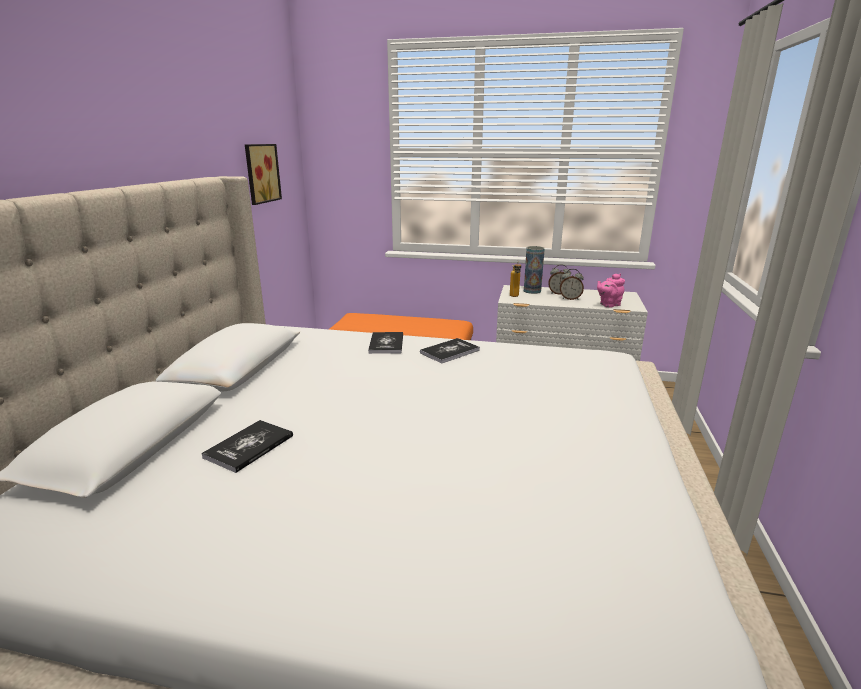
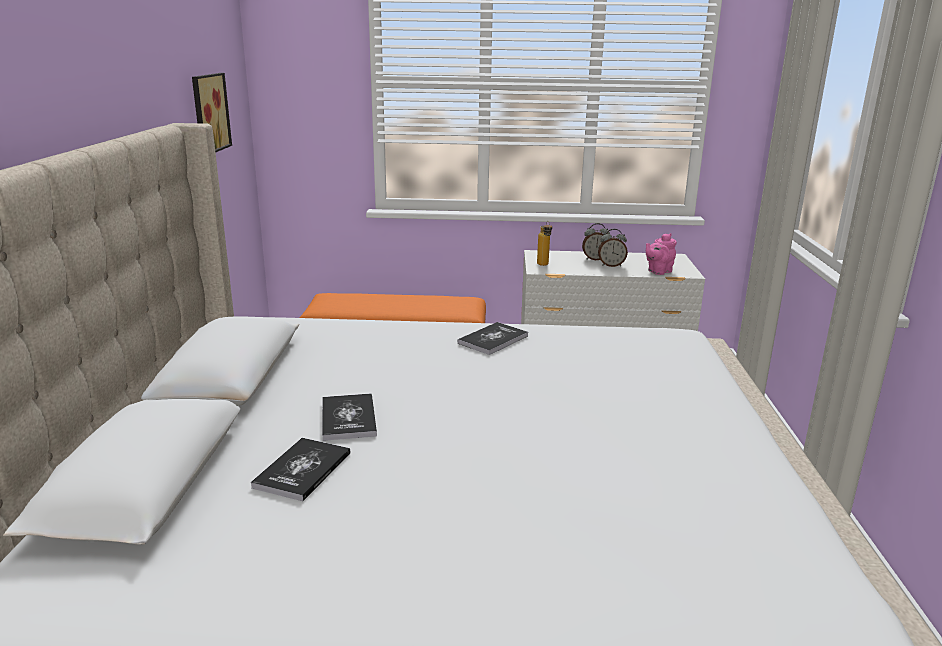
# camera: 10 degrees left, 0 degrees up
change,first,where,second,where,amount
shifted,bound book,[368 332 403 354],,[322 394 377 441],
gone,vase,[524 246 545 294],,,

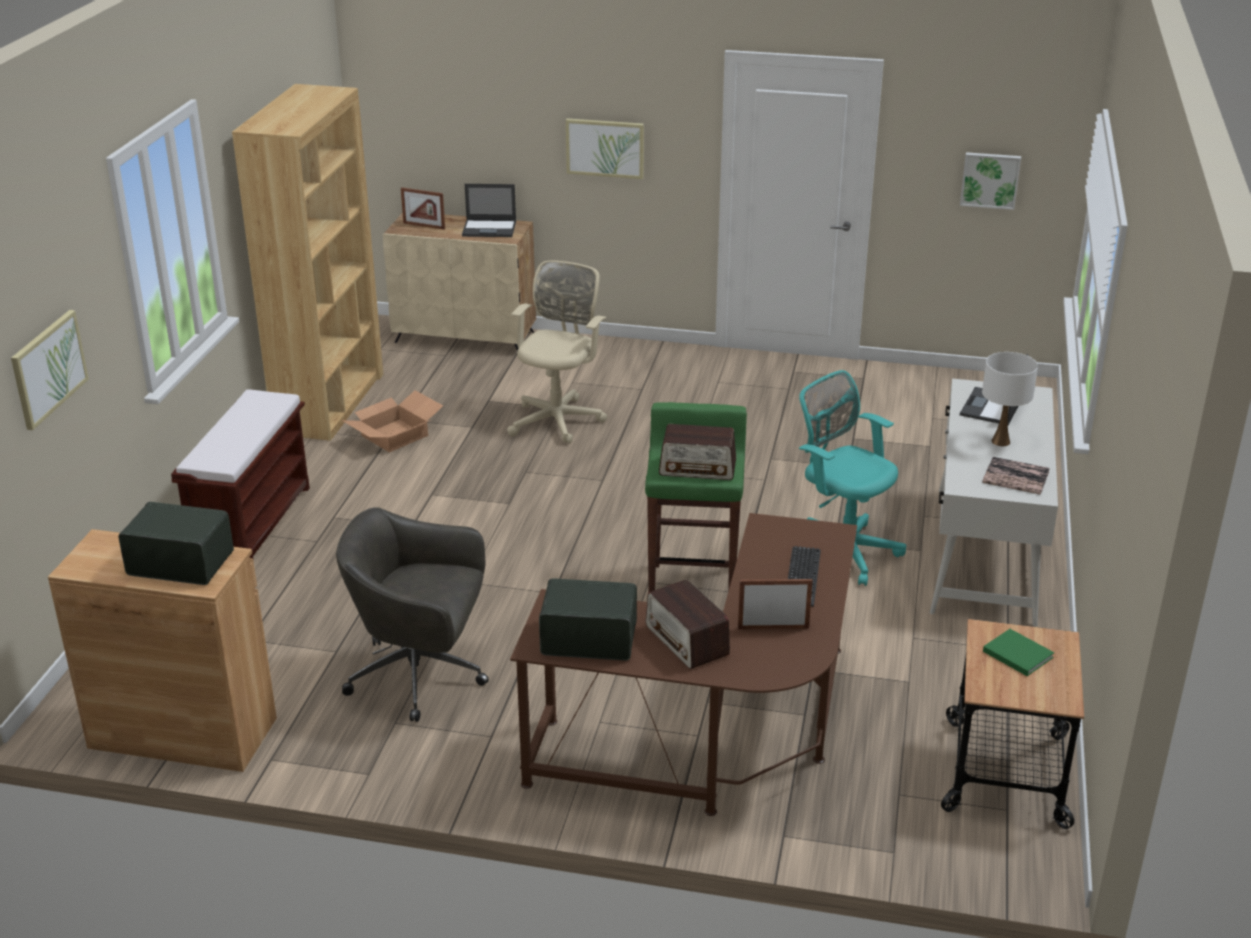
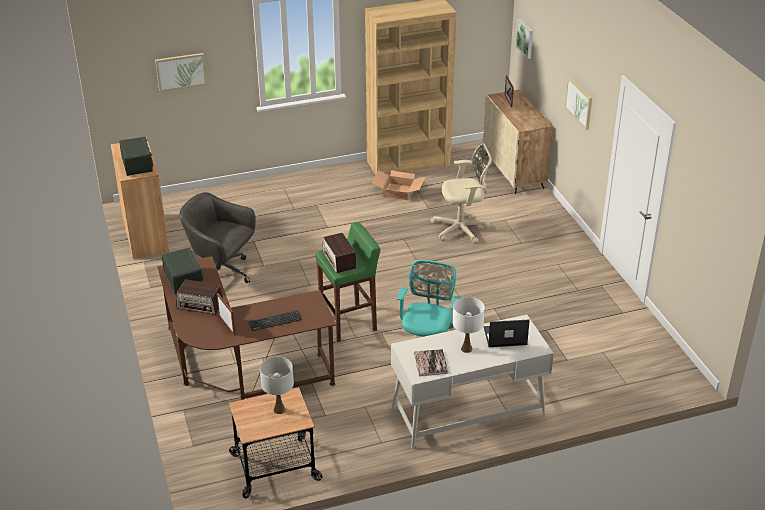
# camera: 60 degrees right, 5 degrees up
change,first,where,second,where,amount
gone,long seat (brown-coloured),[171 389 310 560],,,
rotated,computer chair (greyish),[336 507 489 722],,[179 192 256 283],45 degrees counterclockwise
gone,notebook computer,[462 184 516 237],,,
rotated,radio set,[646 579 730 669],,[176 279 223 315],105 degrees counterclockwise
shifted,picture,[960 152 1021 210],,[516 19 533 59],
swapped,bound book (green-coloured),[983 629 1054 676],tabletop lamp (white),[260 357 294 414],

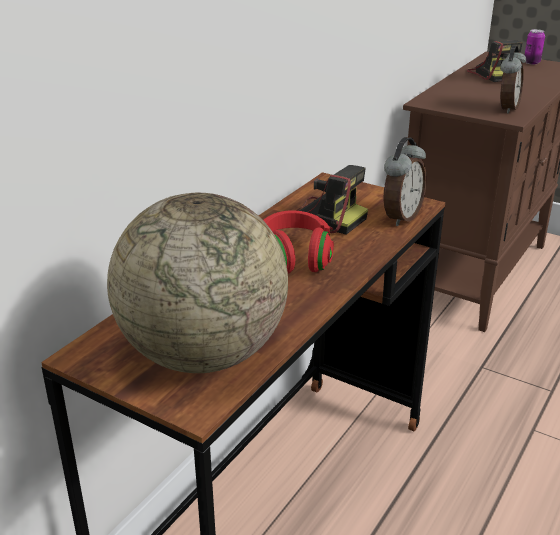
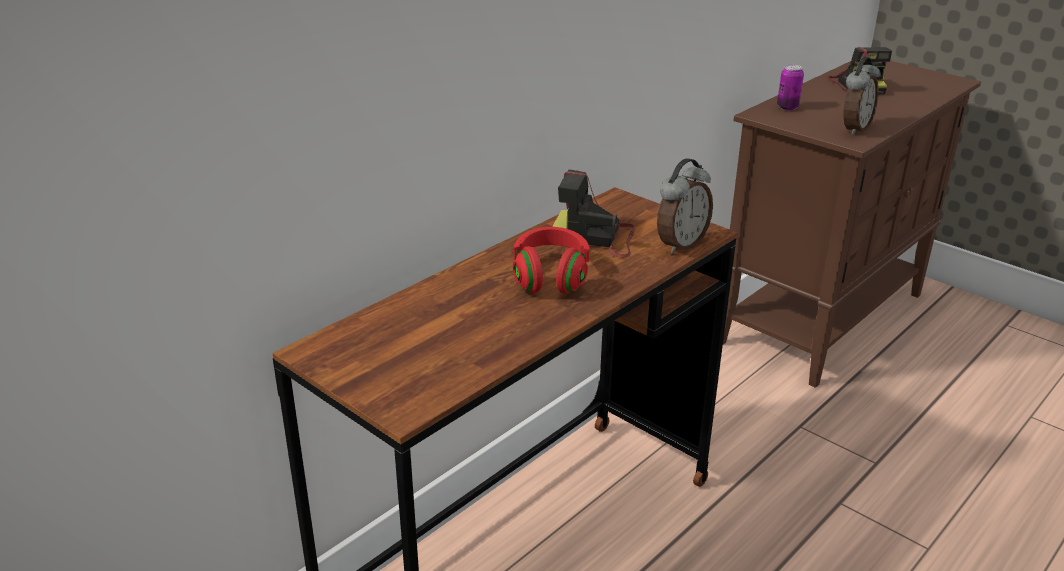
# camera: 10 degrees right, 0 degrees up
change,first,where,second,where,amount
gone,globe,[107 192 288 373],,,
rotated,photo camera,[295 165 368 235],,[552 169 635 258],150 degrees clockwise
shifted,sealed can,[525 29 545 64],,[777 64 804 110],

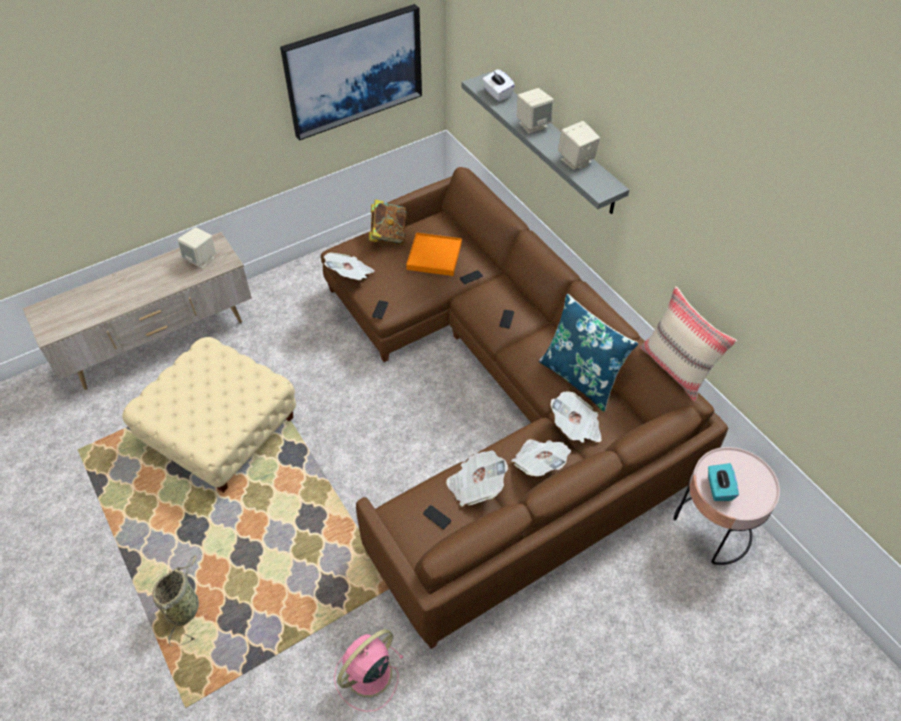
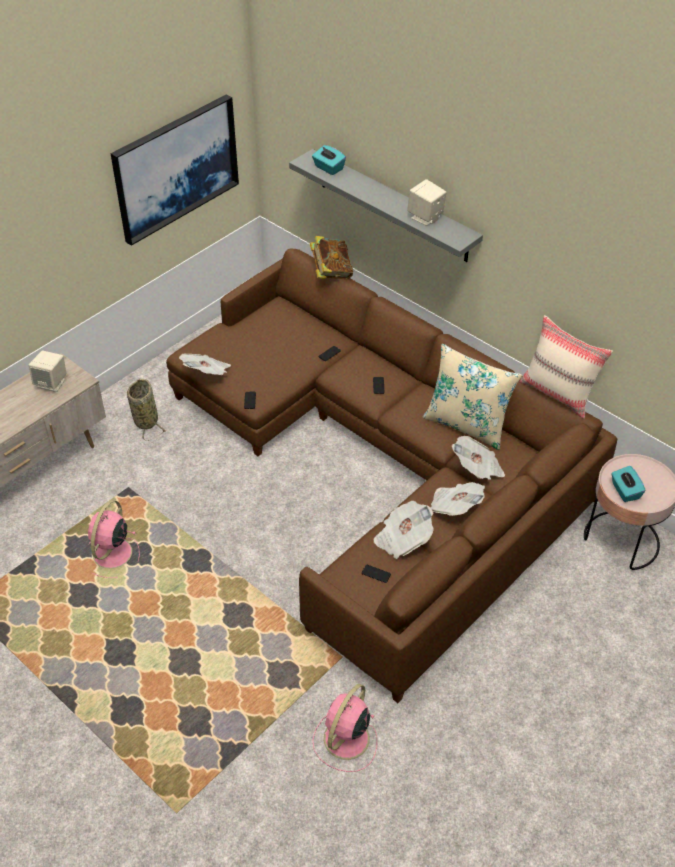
# camera: 15 degrees left, 5 degrees down
change,first,where,second,where,amount
swapped,pouffe (sand-coloured),[122 337 296 493],fan (pink-coloured),[88 500 140 578],
shifted,household basket,[152 555 199 646],,[127 379 166 441],
shifted,bound book,[369 199 407 245],,[310 236 353 279],
gone,tray (orangey),[406 233 462 276],,,
repainted,box of tissues (white),[483 69 515 101],box of tissues (turquoise-coloured),[312 145 346 175],
gone,loudspeaker (sand-coloured),[517 88 554 134],,,
repainted,pillow (bluish),[539 294 639 412],pillow (sand-coloured),[423 344 522 450],

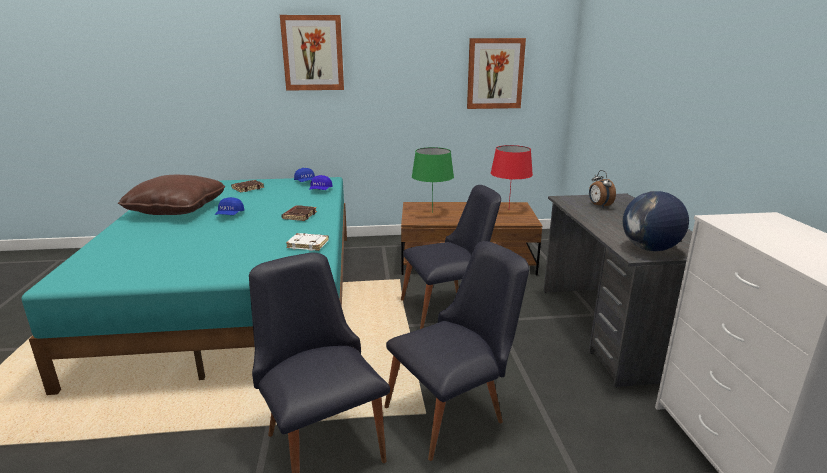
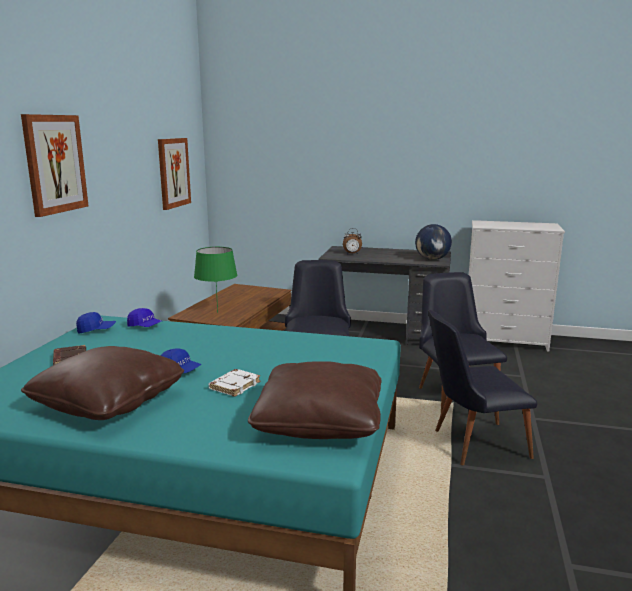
# camera: 70 degrees left, 5 degrees down
change,first,where,second,where,amount
gone,bound book (brown-coloured),[281 205 317 221],,,
shifted,bound book (white),[286 233 329 251],,[209 369 260 397],
gone,tabletop lamp (reddish),[491 145 533 206],,,
new,,,pillow (brown-coloured),[248 362 382 439],

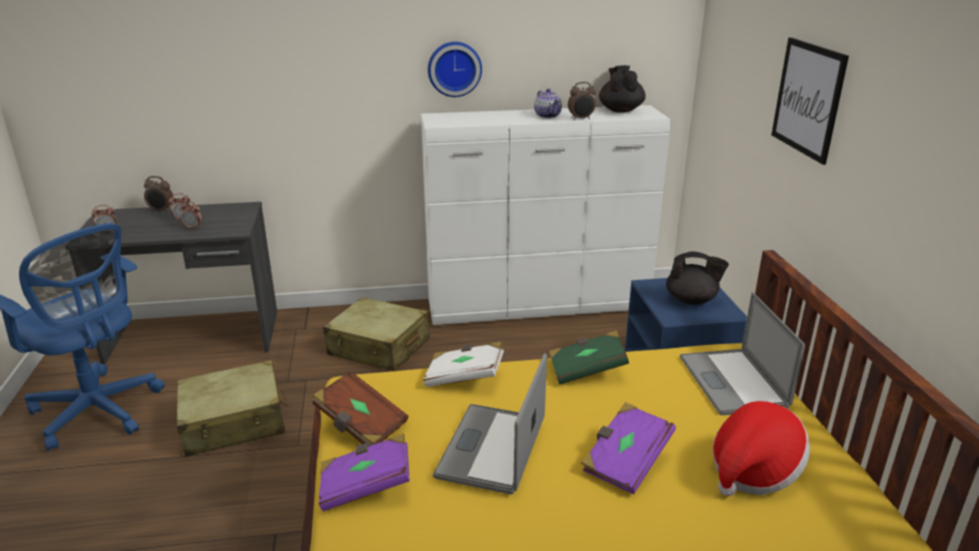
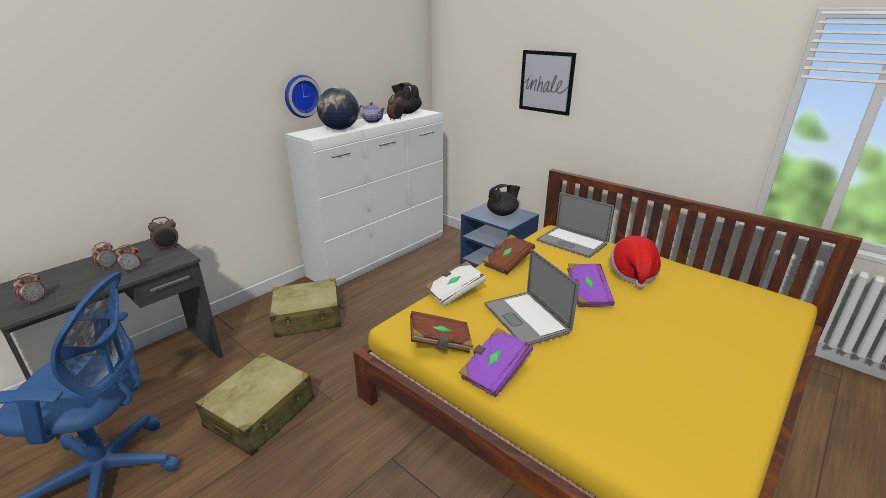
# camera: 40 degrees left, 0 degrees up
change,first,where,second,where,amount
shifted,alarm clock,[144 176 173 212],,[148 217 178 251],
repainted,bound book (green-coloured),[549 331 629 385],bound book (brown-coloured),[482 235 535 275],
new,,,globe,[317 87 359 130],

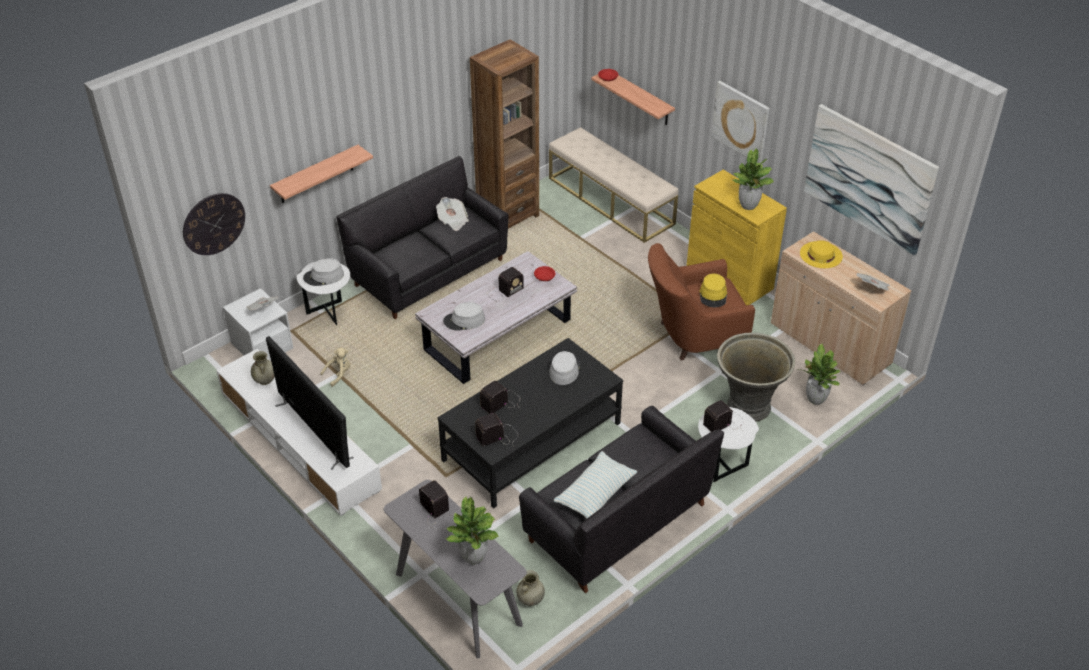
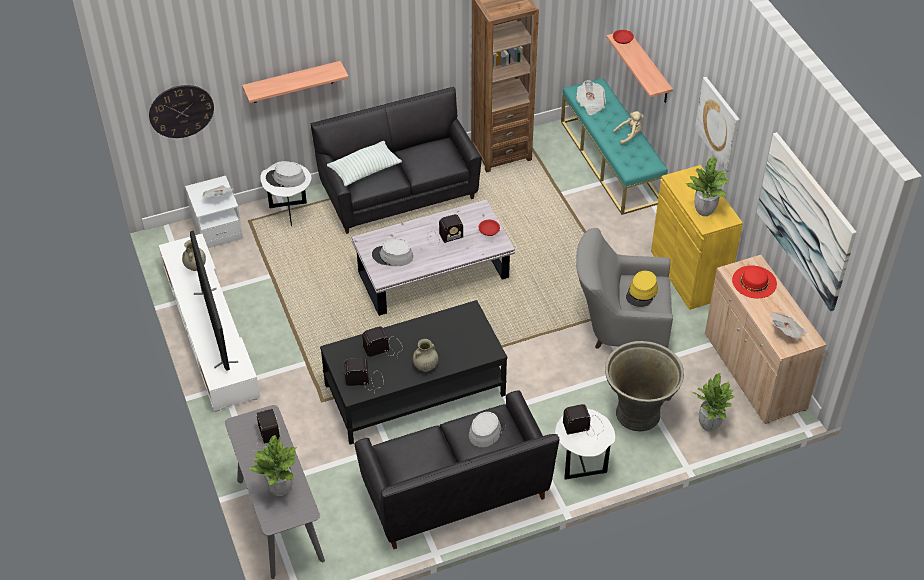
# camera: 20 degrees right, 5 degrees up
change,first,where,second,where,amount
shifted,soft toy (sand-coloured),[320 348 350 387],,[613 111 644 145],
shifted,printed paper,[436 197 469 231],,[576 80 606 115],
shifted,vase (sand-coloured),[517 570 545 606],,[413 339 438 372],
repainted,long seat (sand-coloured),[549 127 678 243],long seat (turquoise-coloured),[561 78 668 215],
shifted,clothing hat (greyish),[549 351 580 385],,[469 411 506 447],
shifted,pillow,[554 451 638 519],,[327 141 402 186],
repainted,easy chair (brown-coloured),[648 243 755 361],easy chair (greyish),[576 228 673 348],
repainted,clothing hat (yellow-coloured),[800 240 843 268],clothing hat (reddish),[732 265 777 298],

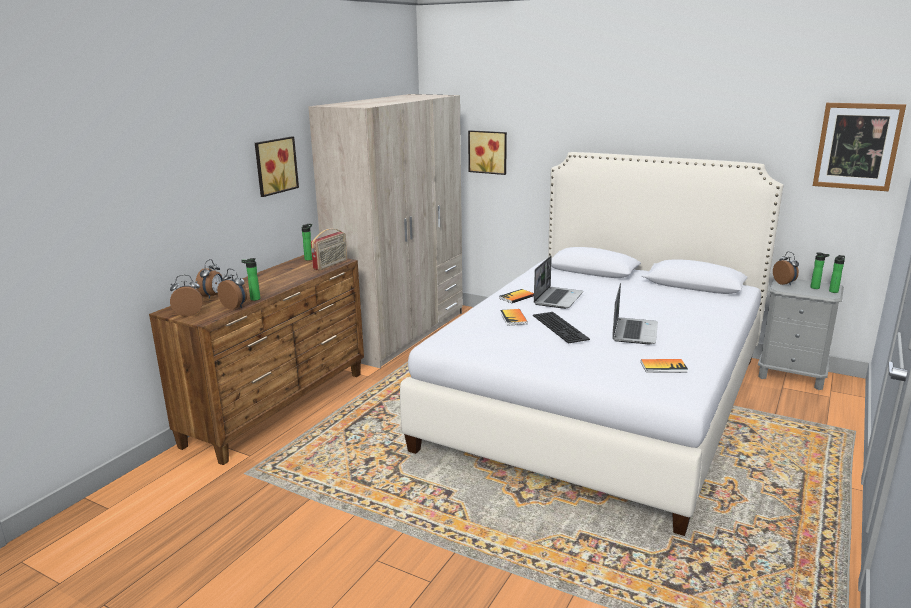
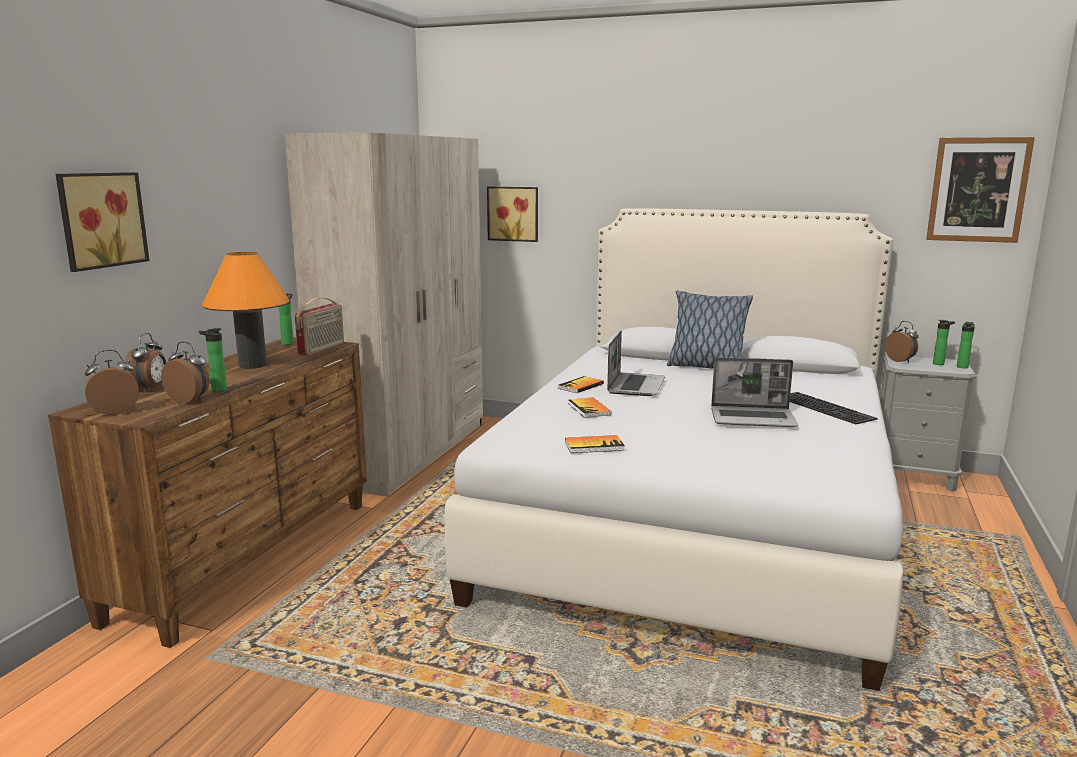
# camera: 10 degrees left, 5 degrees down
change,first,where,second,where,amount
shifted,picture,[255 137 299 197],,[55 172 149 272],
shifted,keyboard,[533 312 590 344],,[790 392 878 424],
rotated,notebook computer,[612 283 658 344],,[711 357 798 427],90 degrees clockwise
shifted,bound book,[641 359 688 373],,[565 435 625 453],
new,,,tabletop lamp (orangey),[202 252 290 369],
new,,,pillow,[667 291 753 369],

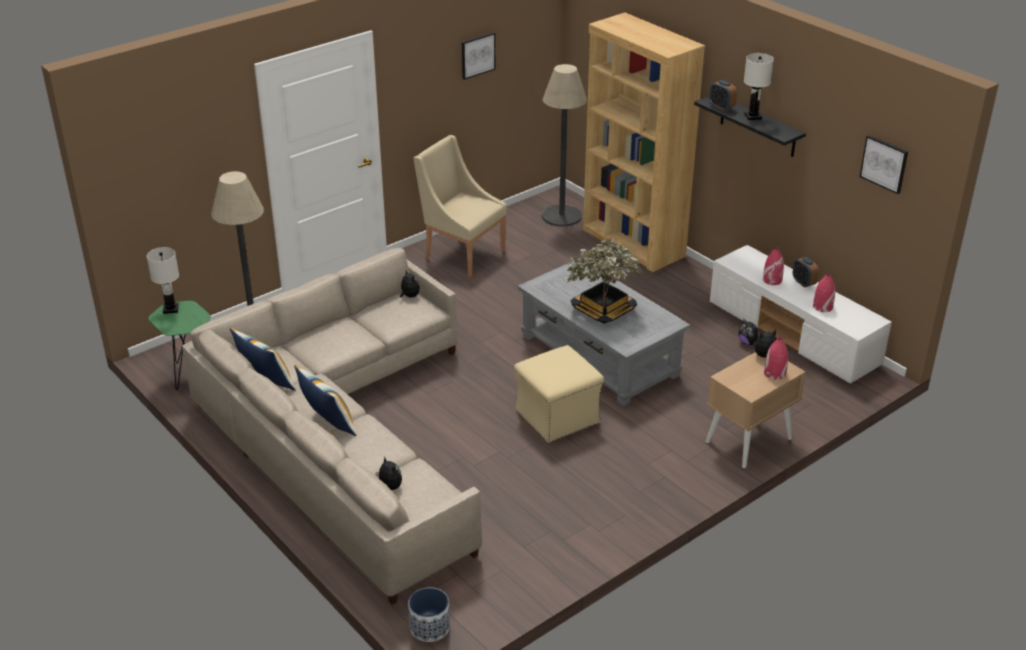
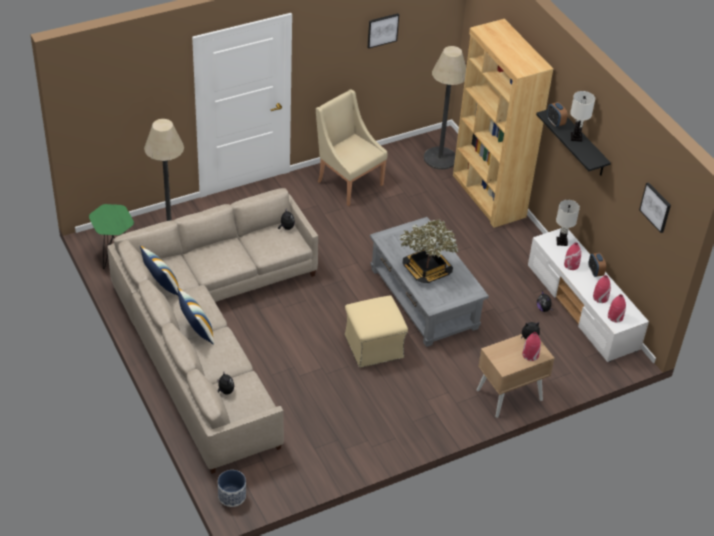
# camera: 10 degrees right, 10 degrees up
change,first,where,second,where,amount
shifted,tabletop lamp (white),[147 247 179 314],,[556 200 580 246],
new,,,vase (reddish),[608 294 626 322],

